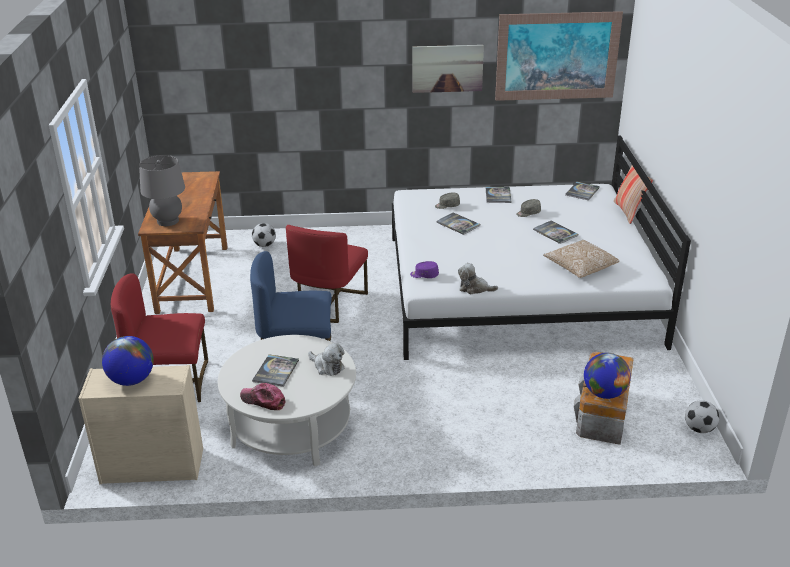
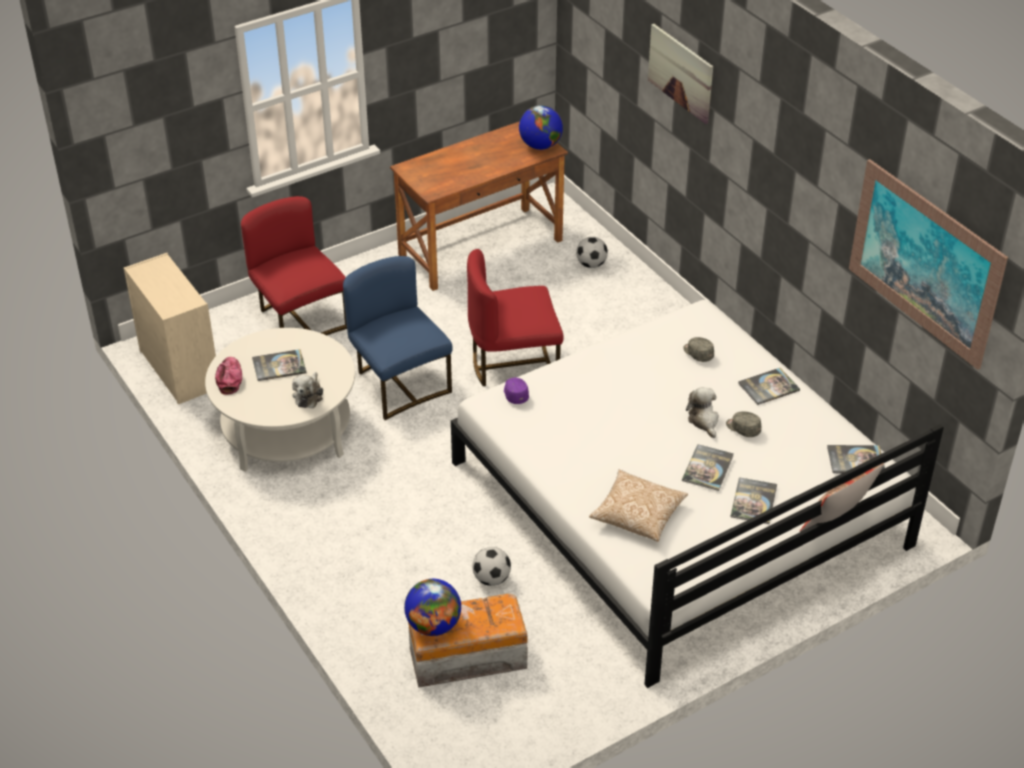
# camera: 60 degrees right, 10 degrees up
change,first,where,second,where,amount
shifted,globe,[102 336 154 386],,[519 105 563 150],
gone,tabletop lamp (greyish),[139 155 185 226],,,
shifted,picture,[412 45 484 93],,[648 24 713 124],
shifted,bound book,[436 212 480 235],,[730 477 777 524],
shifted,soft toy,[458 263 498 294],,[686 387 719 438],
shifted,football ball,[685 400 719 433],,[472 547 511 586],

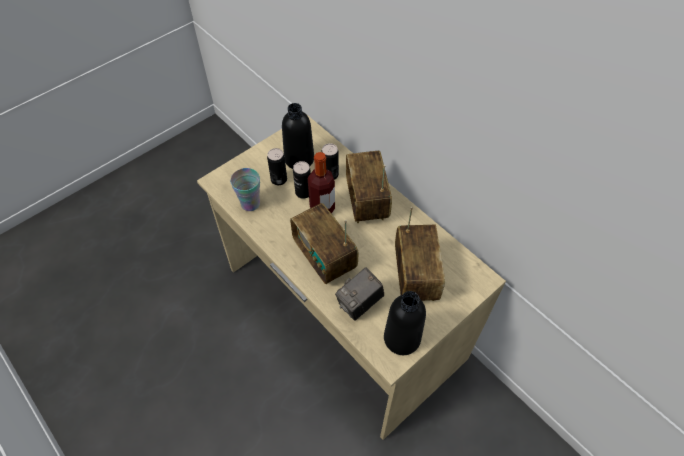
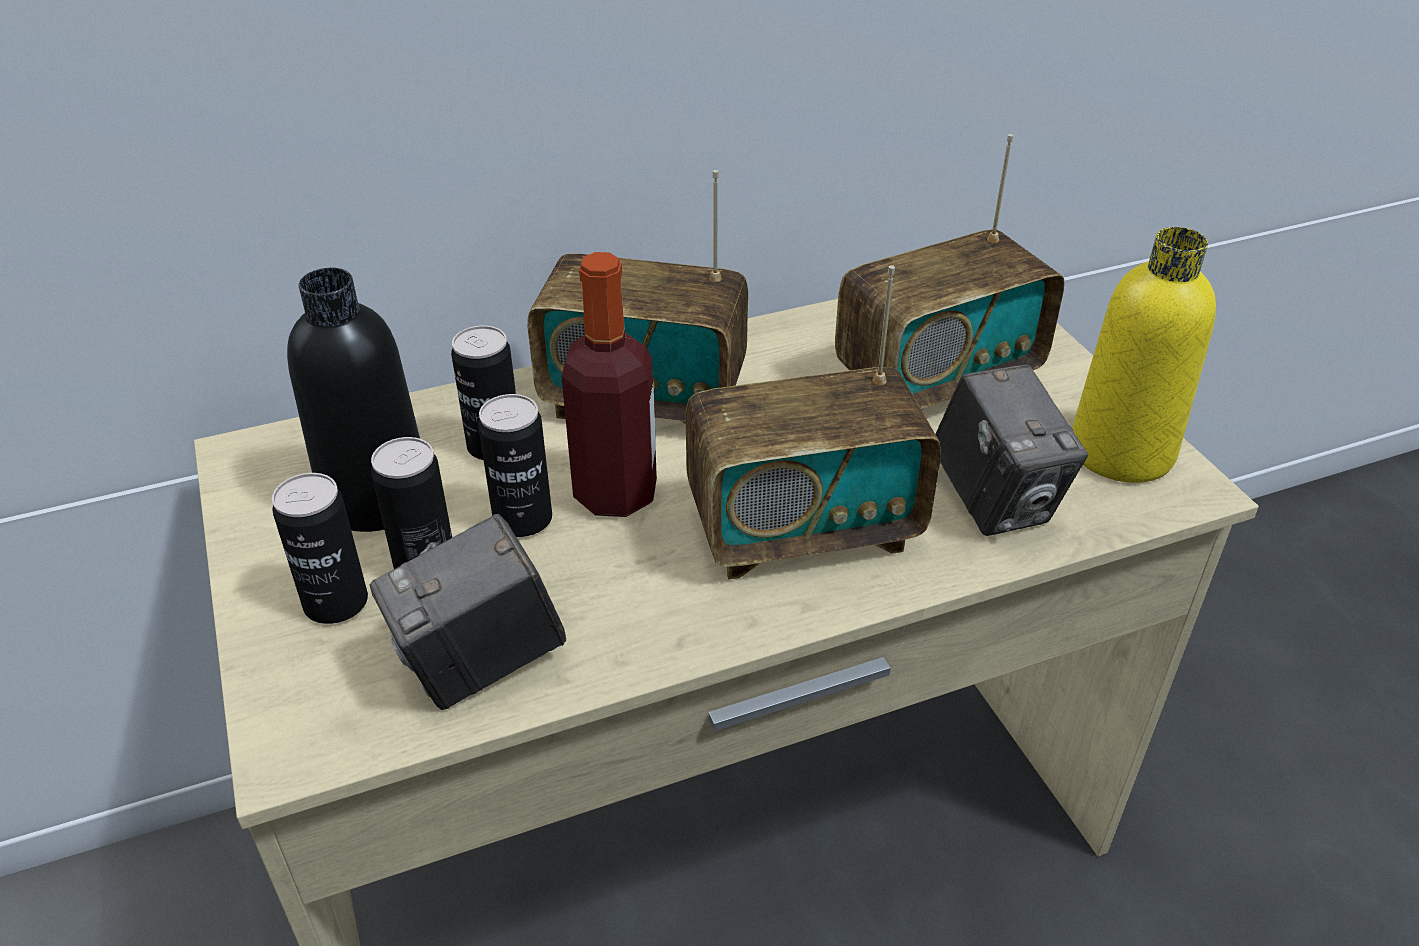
# camera: 70 degrees left, 15 degrees down
change,first,where,second,where,amount
swapped,cup,[230 168 260 211],photo camera,[370 514 566 710],
repainted,drink bottle (blackish),[384 291 426 355],drink bottle (yellow-coloured),[1072 227 1216 483],
rotated,radio set,[395 207 445 301],,[835 134 1064 410],135 degrees clockwise
new,,,sealed can,[272 473 368 624],

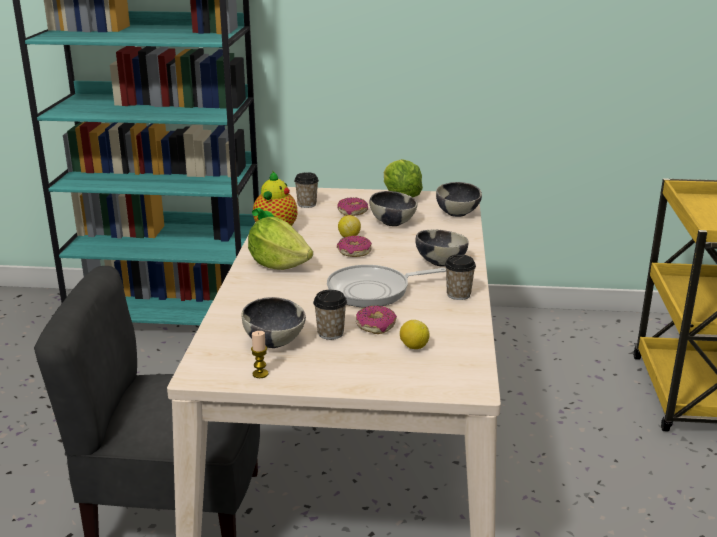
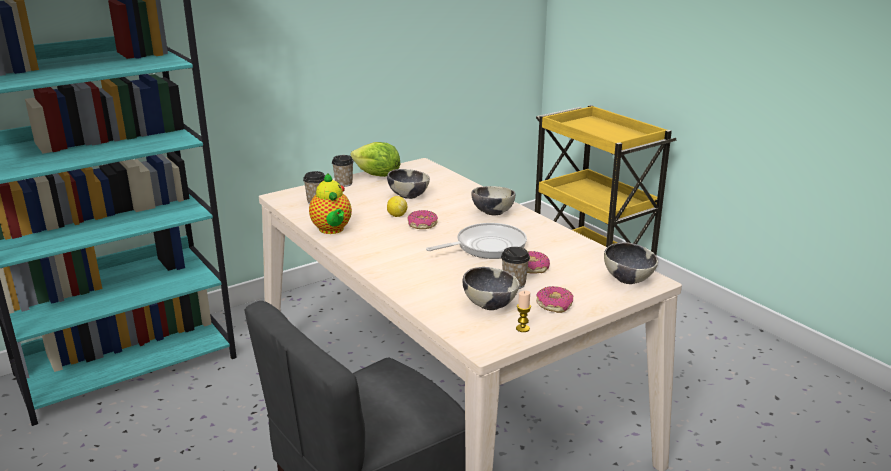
# camera: 40 degrees left, 0 degrees up
change,first,where,second,where,amount
gone,head of lettuce,[248 217 313 270],,,
rotated,pan,[327 265 446 308],,[426 223 527 259],150 degrees counterclockwise
shifted,ring doughnut,[337 197 368 216],,[536 286 573 313],
gone,citrus fruit,[400 320 430 349],,,
shifted,deep dish,[436 182 482 217],,[604 242 658 284],
shifted,cup,[445 254 476 300],,[332 155 354 187],

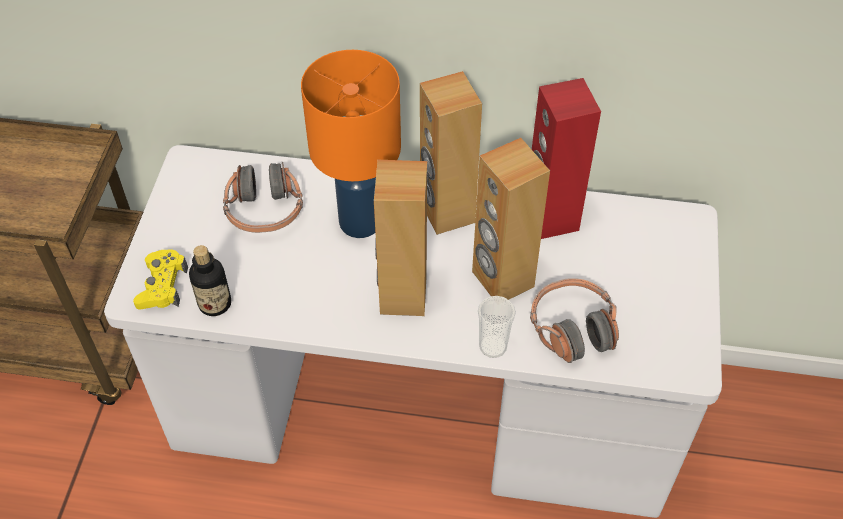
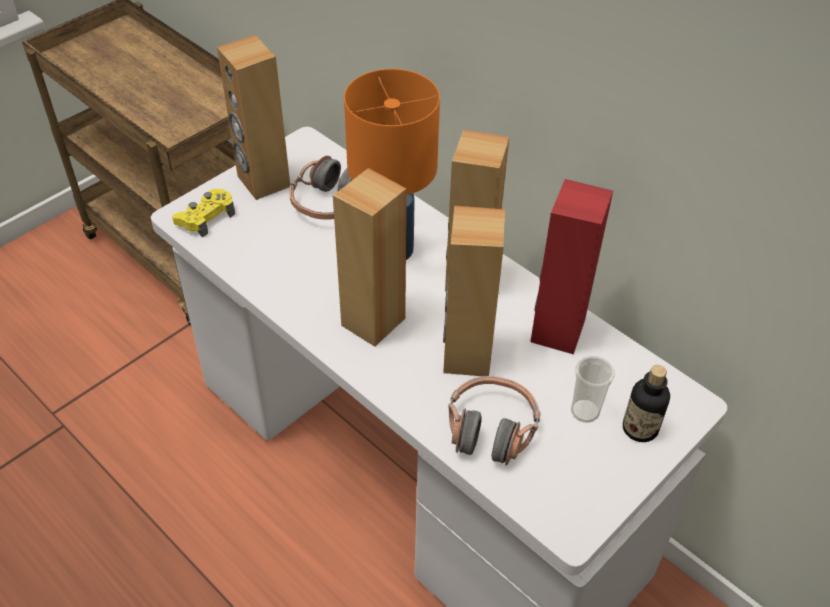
# camera: 35 degrees right, 5 degrees down
change,first,where,second,where,amount
shifted,drink bottle,[189 245 231 316],,[623 365 670 442],
shifted,cup,[478 296 516 358],,[571 356 615 423],
new,,,loudspeaker (brown-coloured),[217 35 290 200],

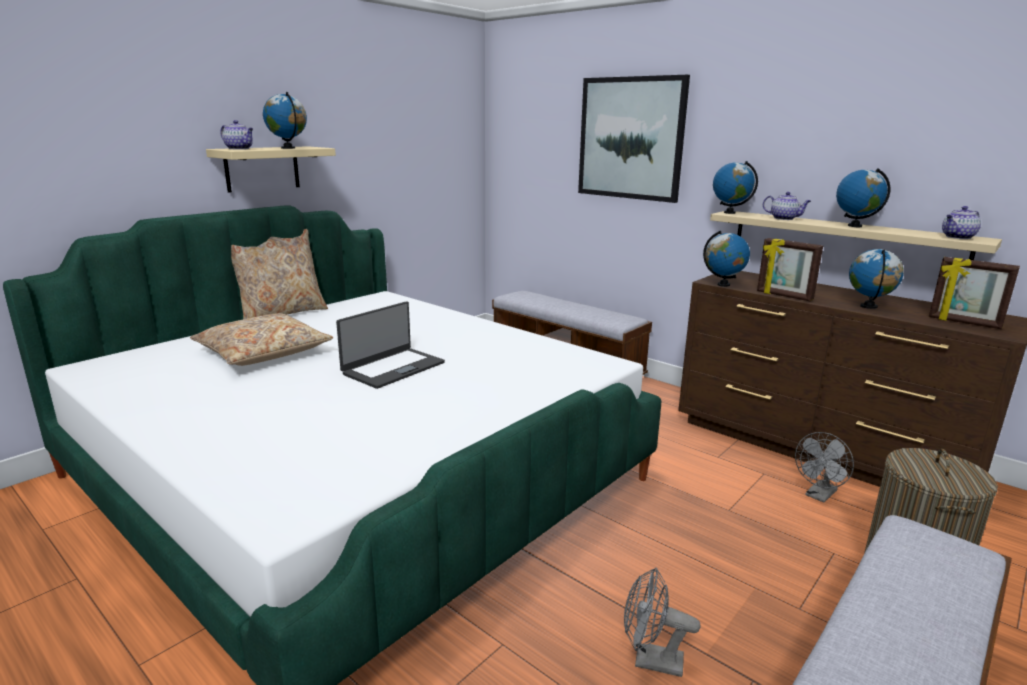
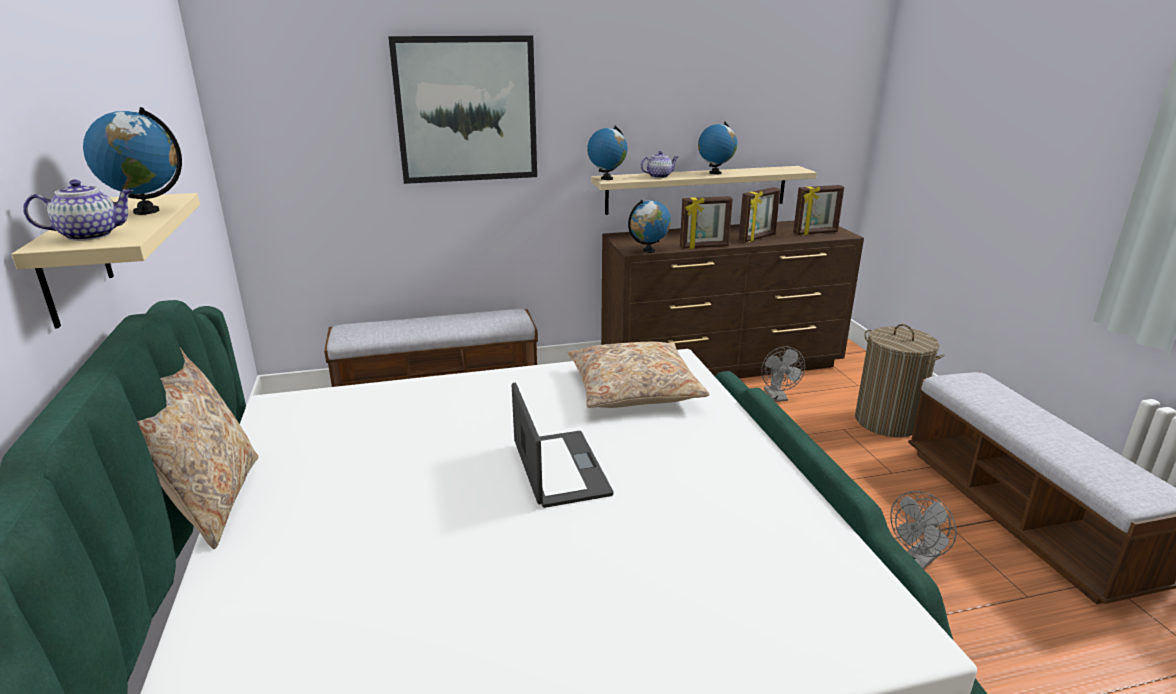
# camera: 55 degrees left, 5 degrees up
change,first,where,second,where,amount
shifted,pillow (sand-coloured),[190 313 333 366],,[568 342 709 408],
swapped,globe,[849 249 904 309],picture frame,[739 187 780 242],
gone,pot for tea,[942 206 981 239],,,

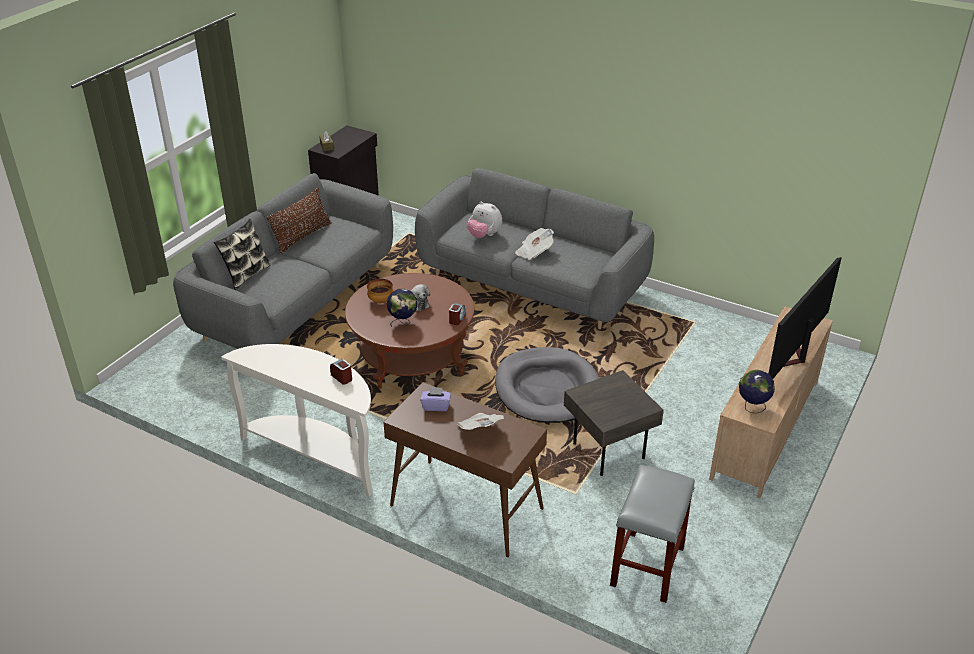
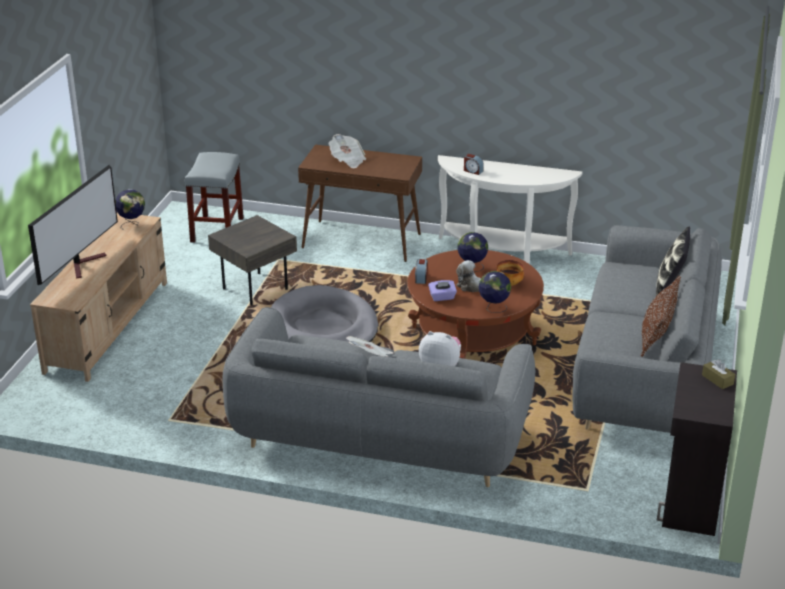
# camera: 165 degrees right, 5 degrees down
change,first,where,second,where,amount
shifted,box of tissues (purple-coloured),[420 387 451 411],,[428 280 457 301],
new,,,globe,[479 271 511 313],

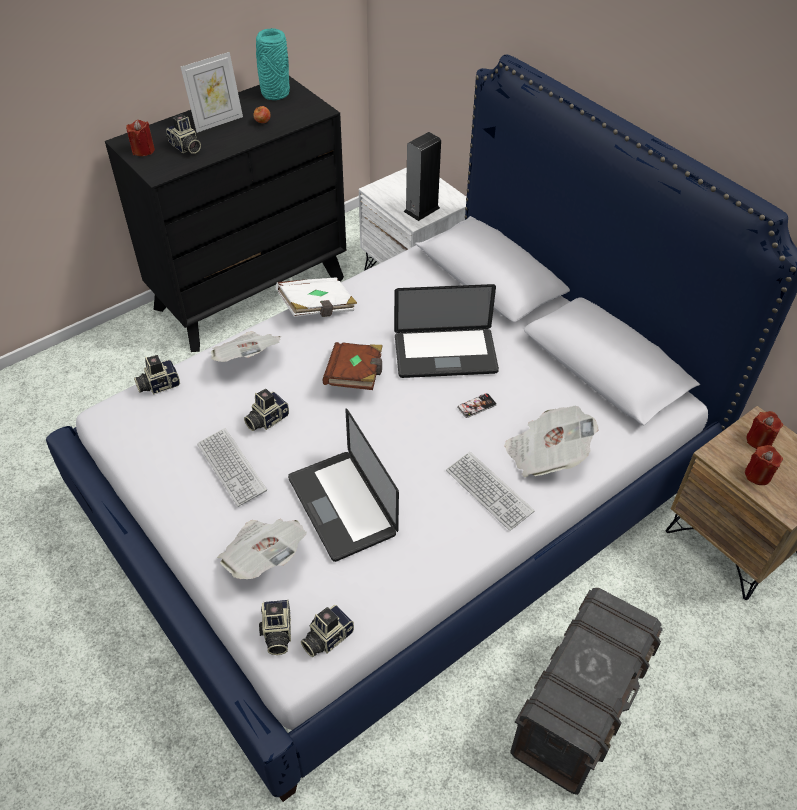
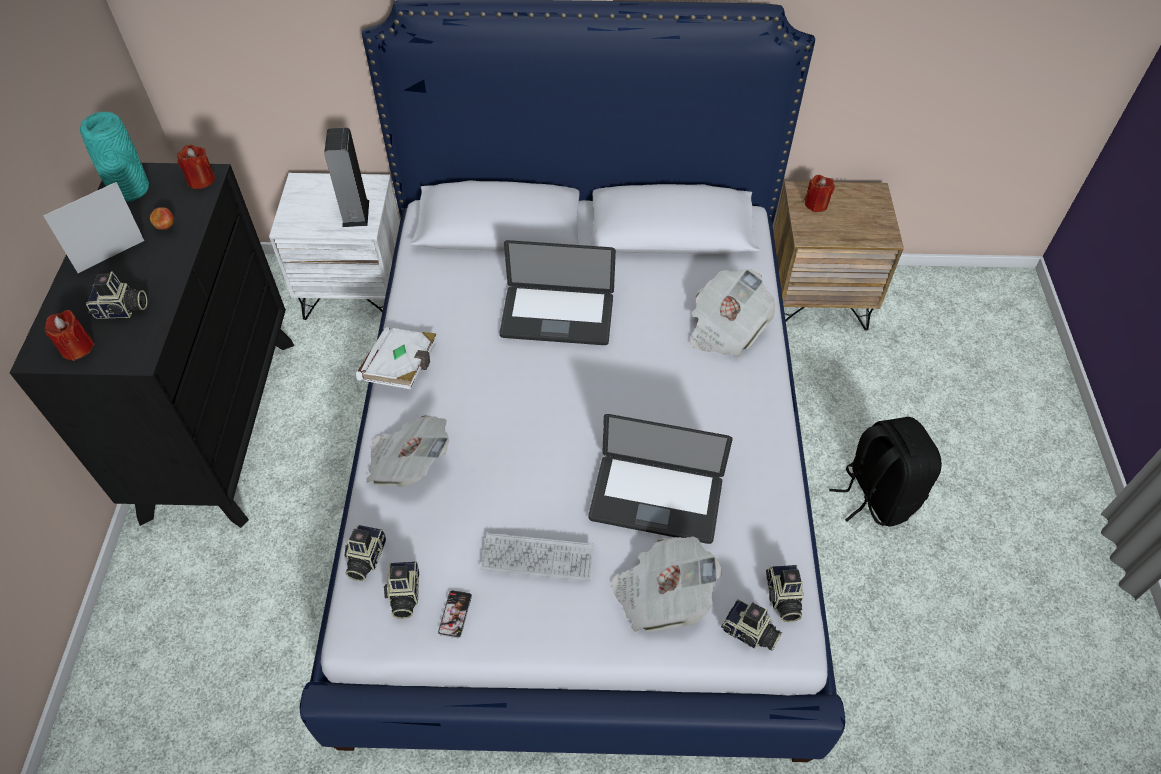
# camera: 50 degrees left, 5 degrees up
change,first,where,second,where,amount
rotated,picture frame,[181 52 243 133],,[43 182 144 273],135 degrees counterclockwise
shifted,photo camera,[244 389 289 431],,[384 561 419 619],
gone,bound book (brown-coloured),[322 342 383 390],,,
rotated,notebook computer,[394 284 499 378],,[499 240 616 345],60 degrees clockwise
gone,keyboard,[446 452 535 531],,,
shifted,phone,[457 393 497 418],,[438 590 472 638],
swapped,storage container (greyish),[510 588 663 795],knapsack (blackish),[829 417 942 527],
shifted,wax light (reddish),[745 445 783 485],,[177 145 215 189],

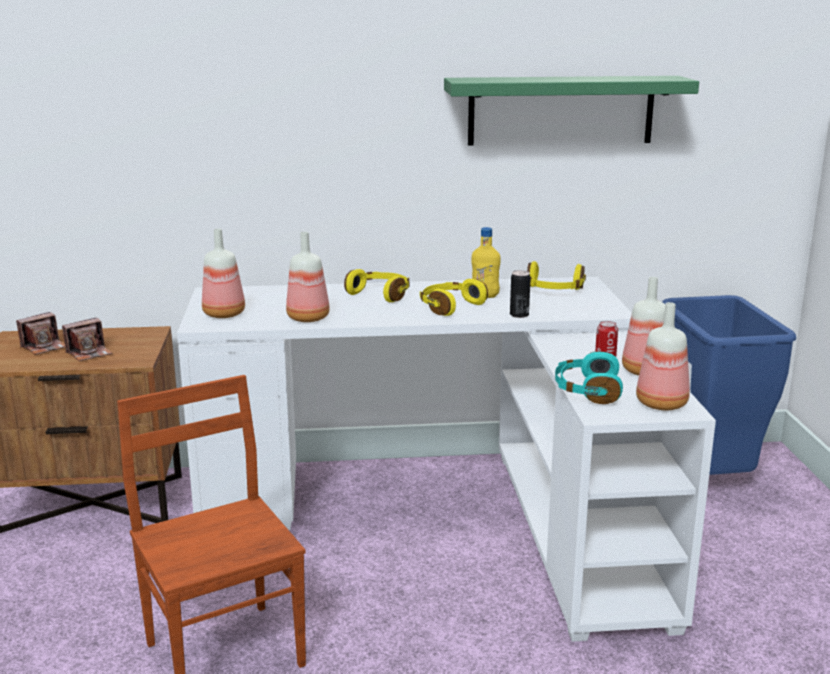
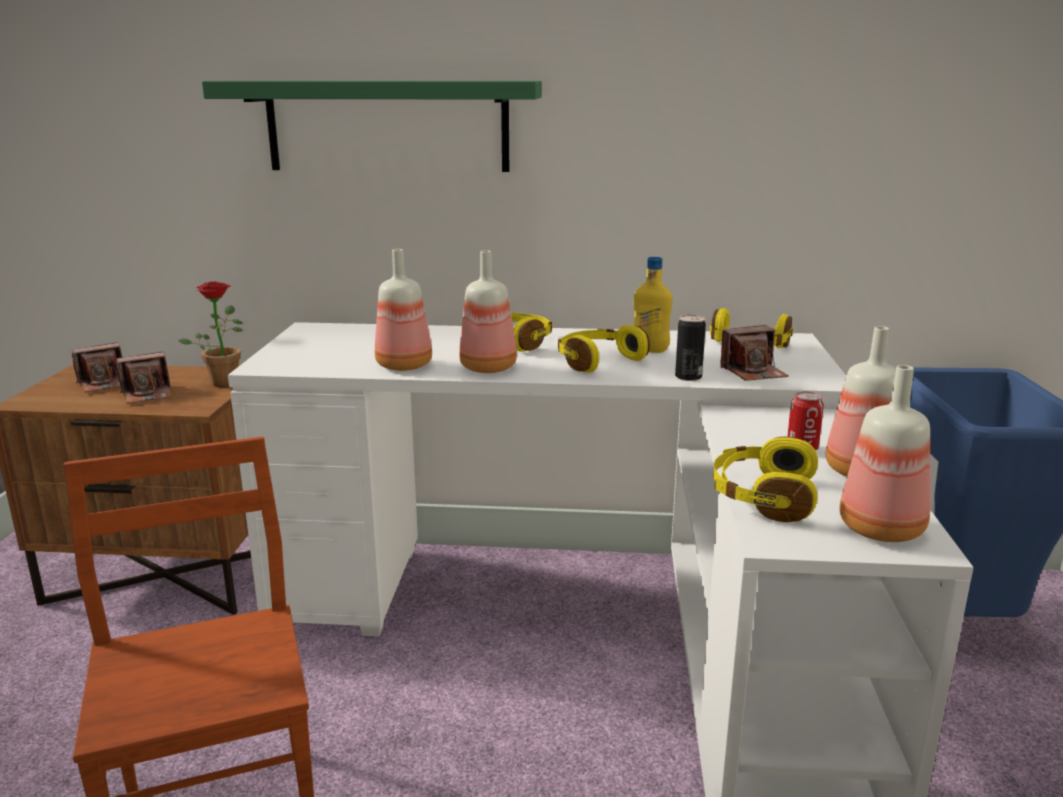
# camera: 10 degrees right, 0 degrees up
change,first,where,second,where,amount
shifted,drink bottle,[202 229 245 318],,[459 250 517 373],
shifted,wall shelf (green-coloured),[444 76 699 146],,[202 81 542 172],
repainted,headphones (turquoise-coloured),[555 351 623 404],headphones (yellow-coloured),[714 437 818 522],
new,,,plant in a pot,[178 281 243 387],
new,,,photo camera,[720 325 789 381],

